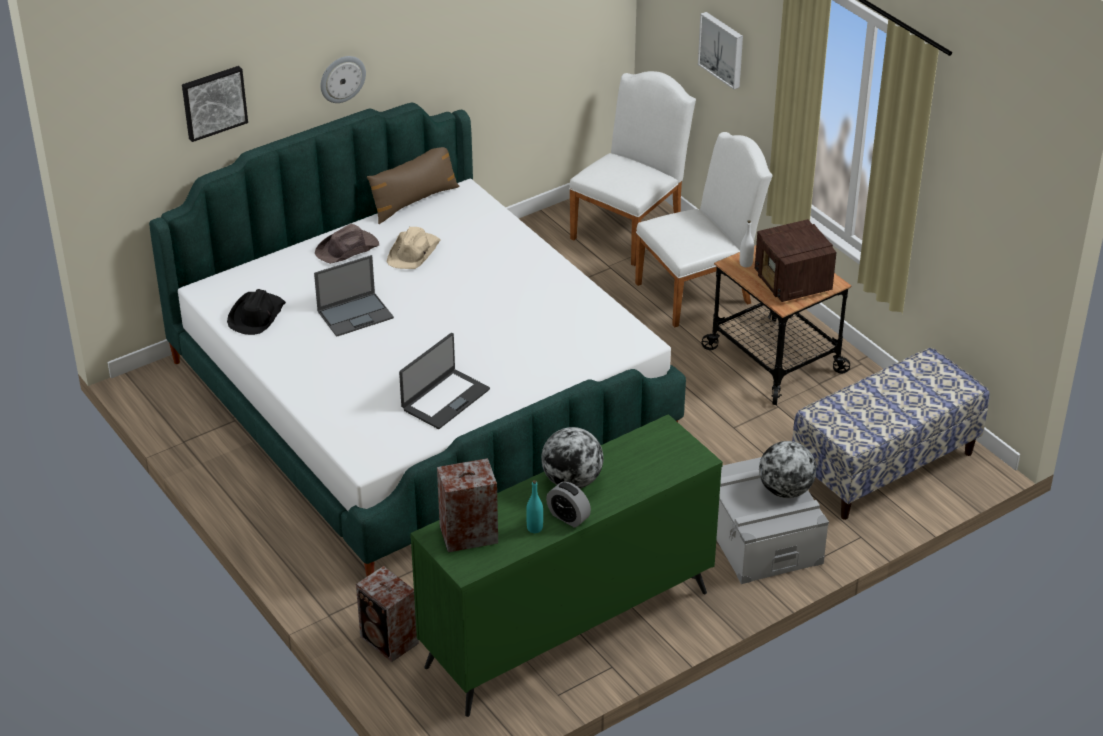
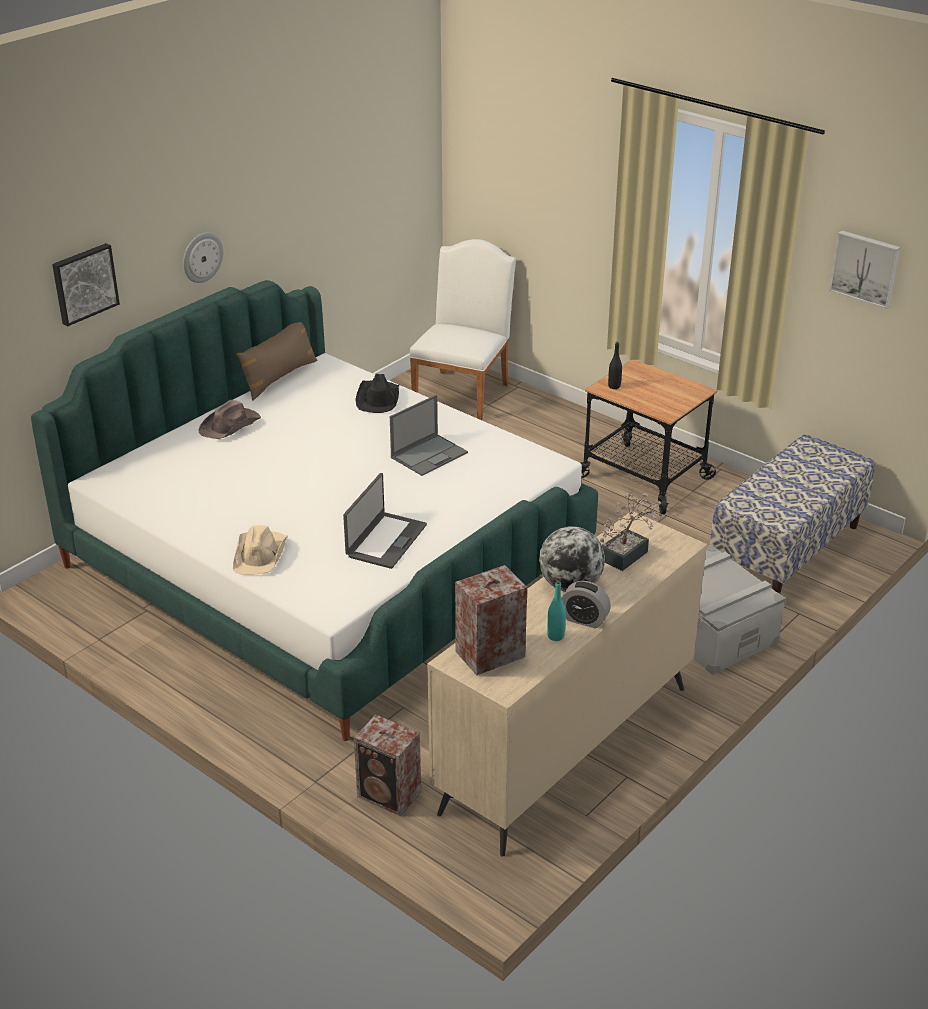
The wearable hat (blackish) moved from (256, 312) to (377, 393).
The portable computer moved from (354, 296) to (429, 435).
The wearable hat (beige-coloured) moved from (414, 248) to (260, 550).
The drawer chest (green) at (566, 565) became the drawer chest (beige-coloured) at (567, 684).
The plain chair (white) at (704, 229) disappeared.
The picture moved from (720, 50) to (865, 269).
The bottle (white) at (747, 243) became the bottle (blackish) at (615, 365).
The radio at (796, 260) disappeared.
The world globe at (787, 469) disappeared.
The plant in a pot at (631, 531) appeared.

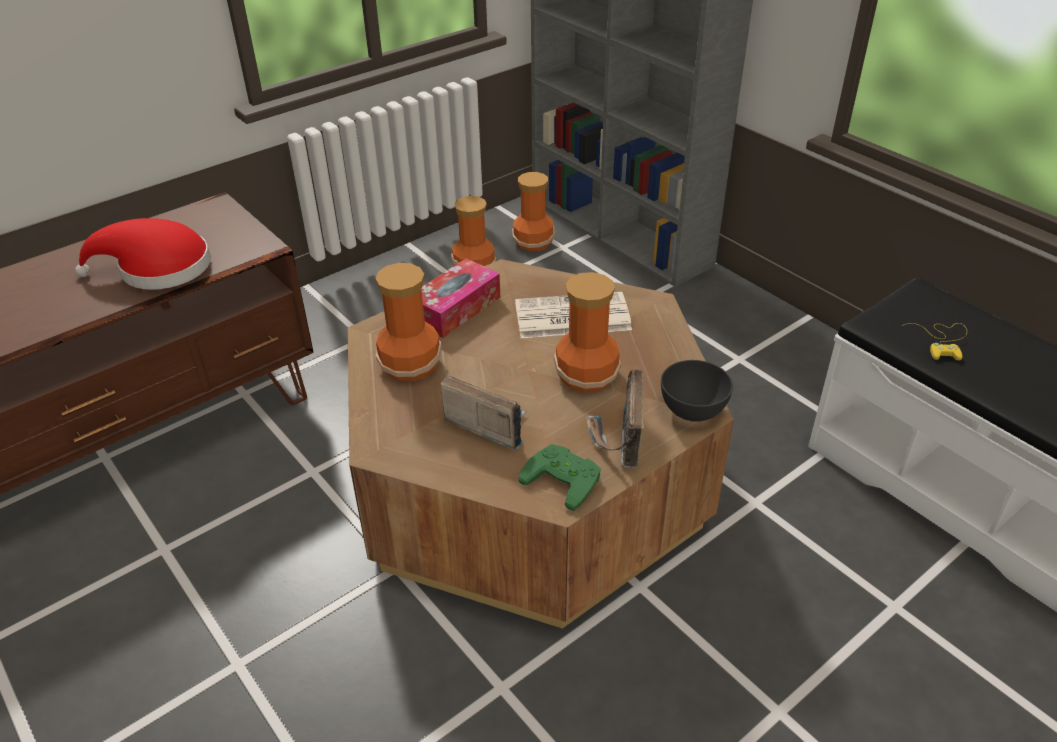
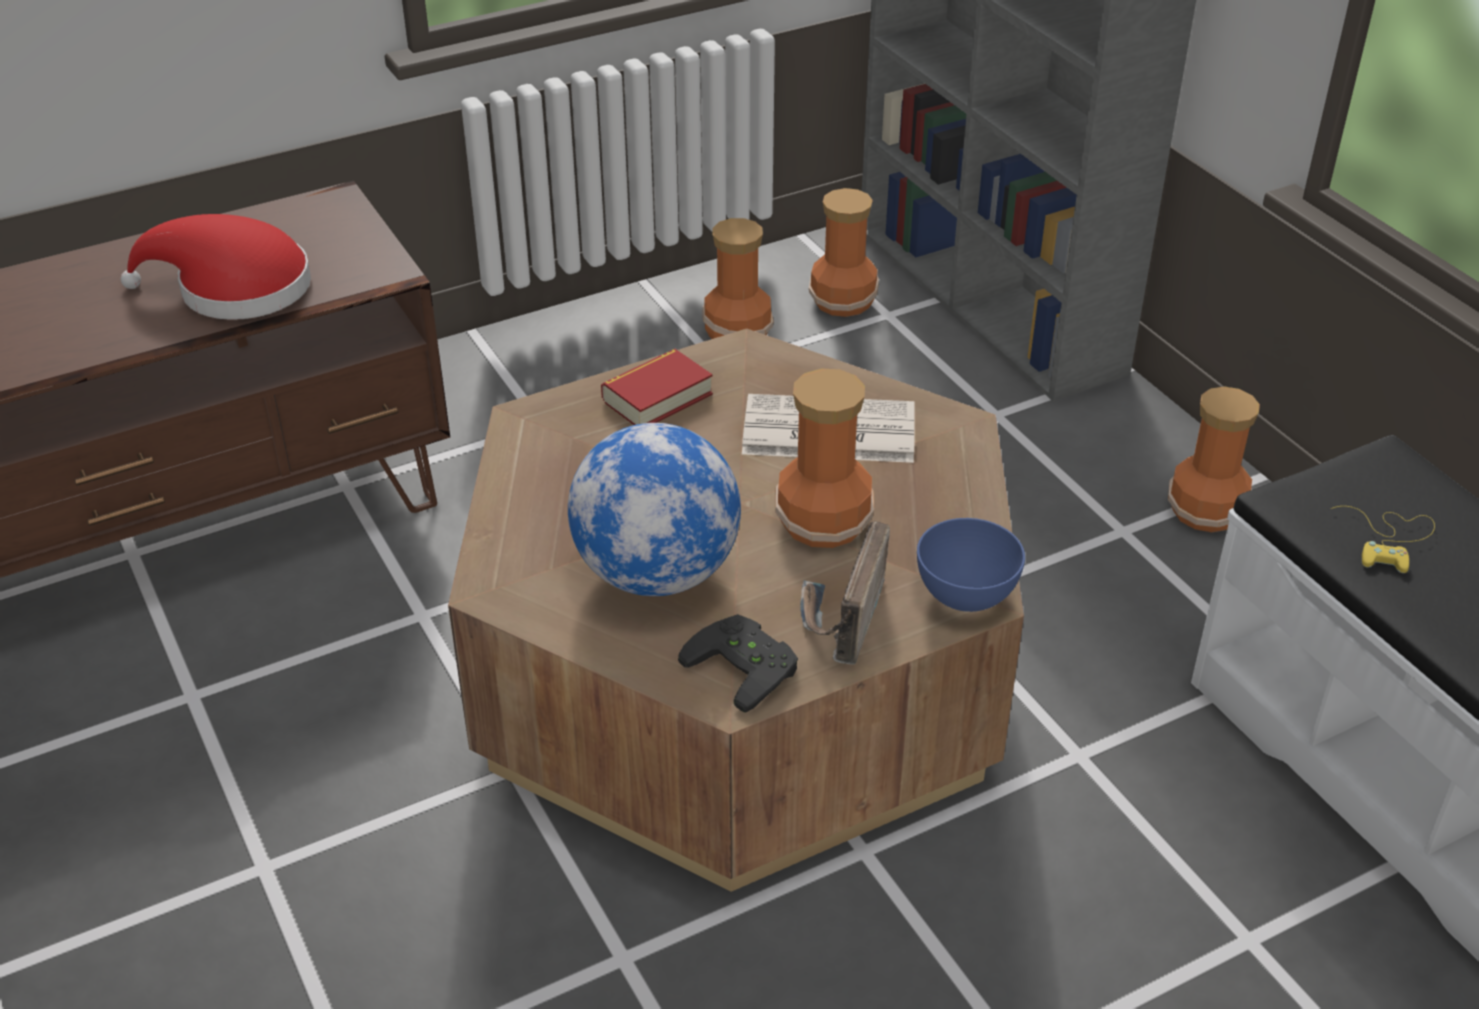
The decorative vase moved from (408, 322) to (1214, 459).
The tissue holder at (460, 298) was replaced by the book at (657, 387).
The radio at (483, 412) was replaced by the world globe at (654, 509).
The gamepad (green) at (559, 477) became the gamepad (blackish) at (738, 663).
The serving bowl (grey) at (697, 391) became the serving bowl (blue) at (971, 565).

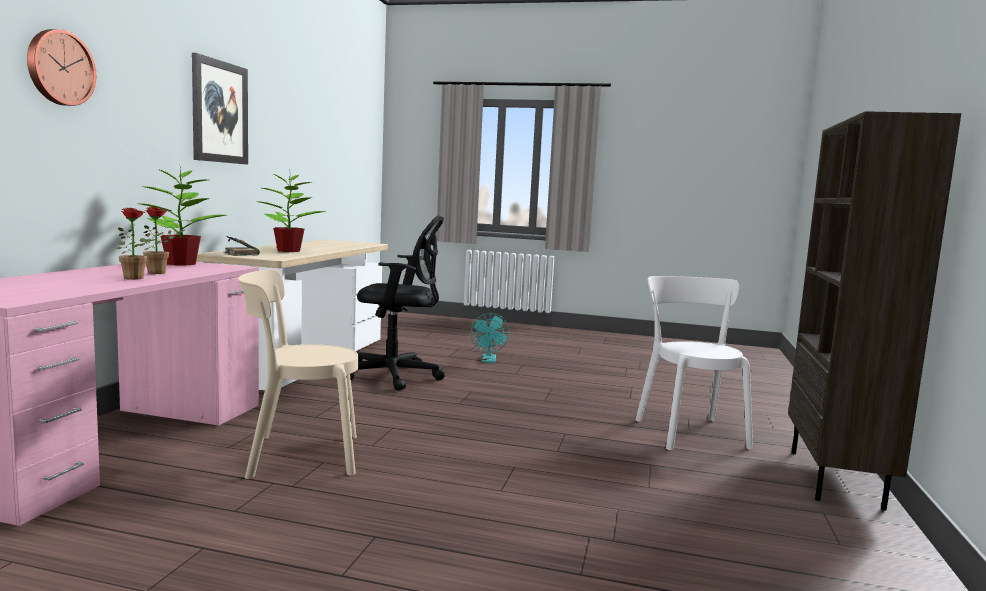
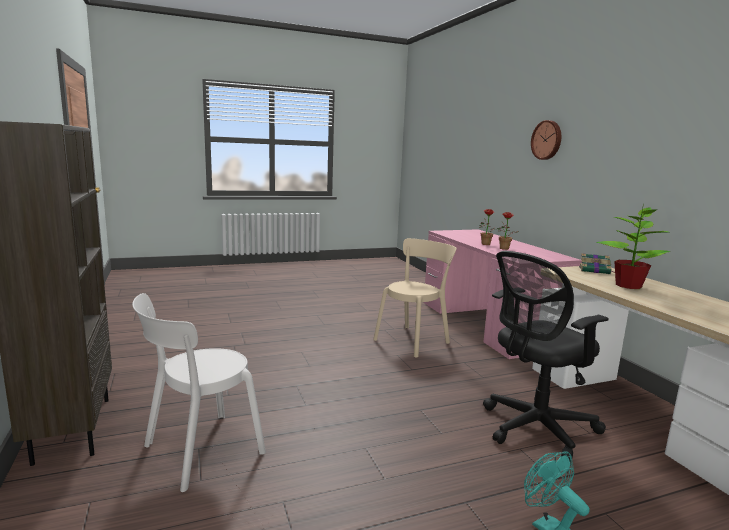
The plant in a pot at (182, 216) disappeared.
The picture at (220, 108) disappeared.
The plain chair (white) at (694, 363) turned 90 degrees clockwise.

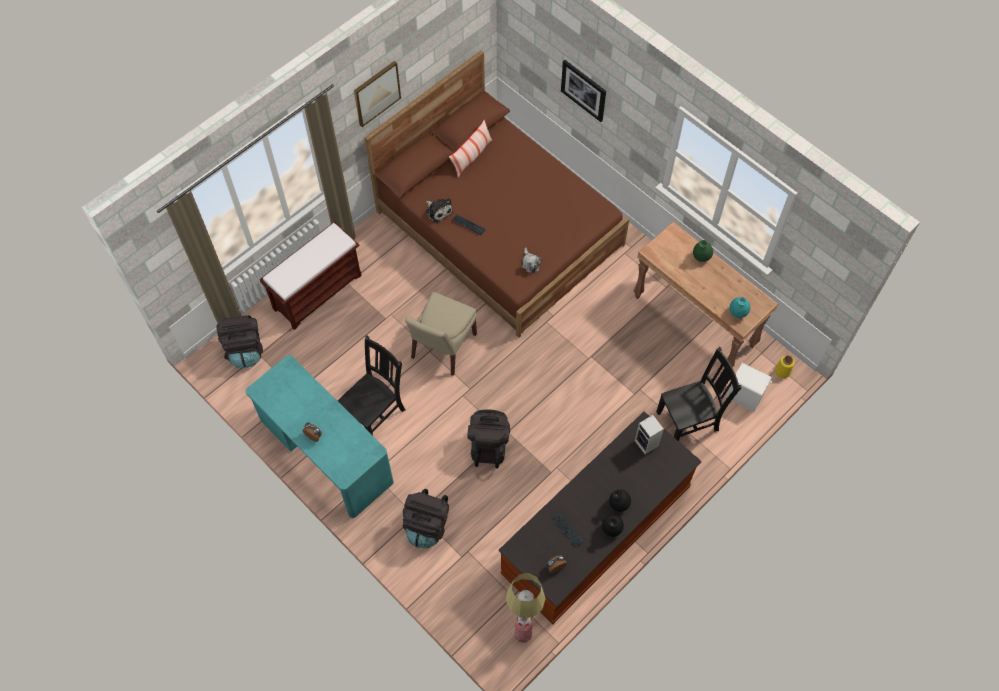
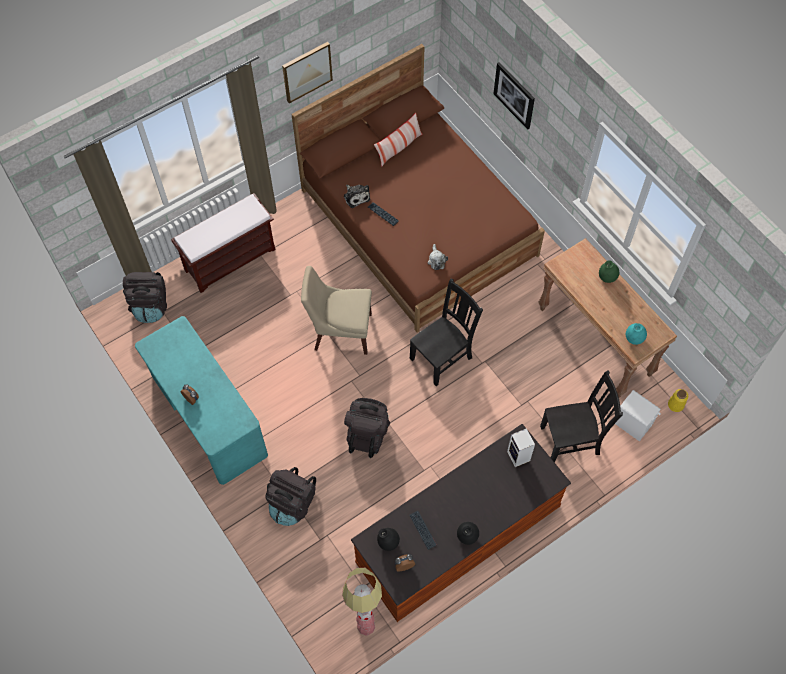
The plain chair (blackish) moved from (372, 385) to (446, 332).
The plain chair (beige-coloured) at (441, 334) turned 60 degrees clockwise.
The decorative vase (blackish) moved from (620, 500) to (388, 539).

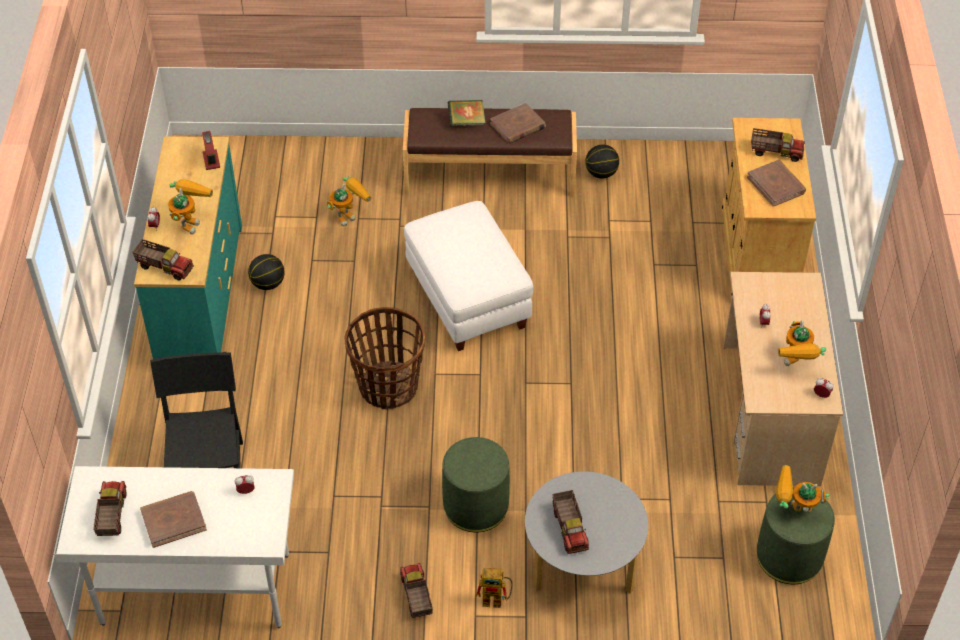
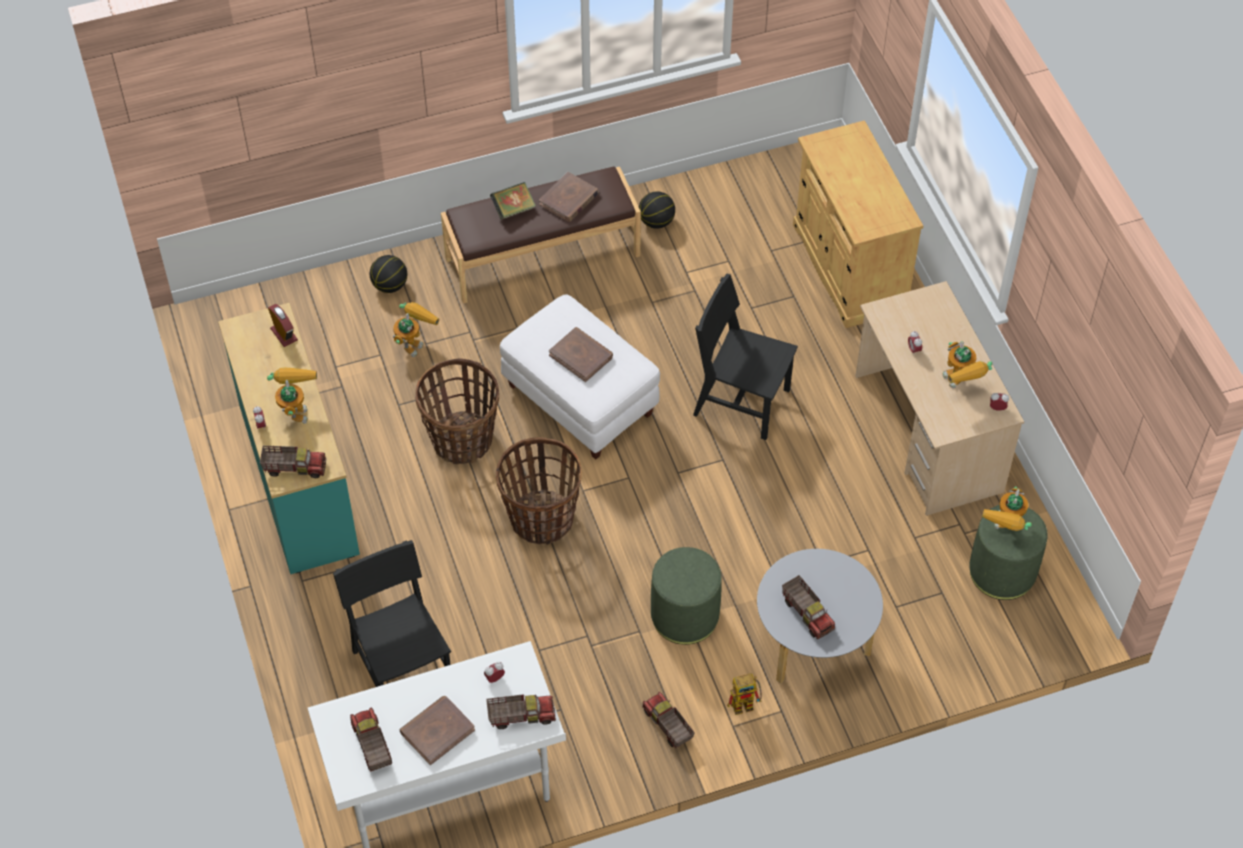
The basketball moved from (266, 272) to (388, 274).
The book (brownish) moved from (776, 183) to (581, 354).
The model truck moved from (778, 145) to (521, 711).
The robot figure at (802, 488) turned 60 degrees counterclockwise.
The household basket at (457, 411) appeared.
The plain chair (blackish) at (745, 357) appeared.

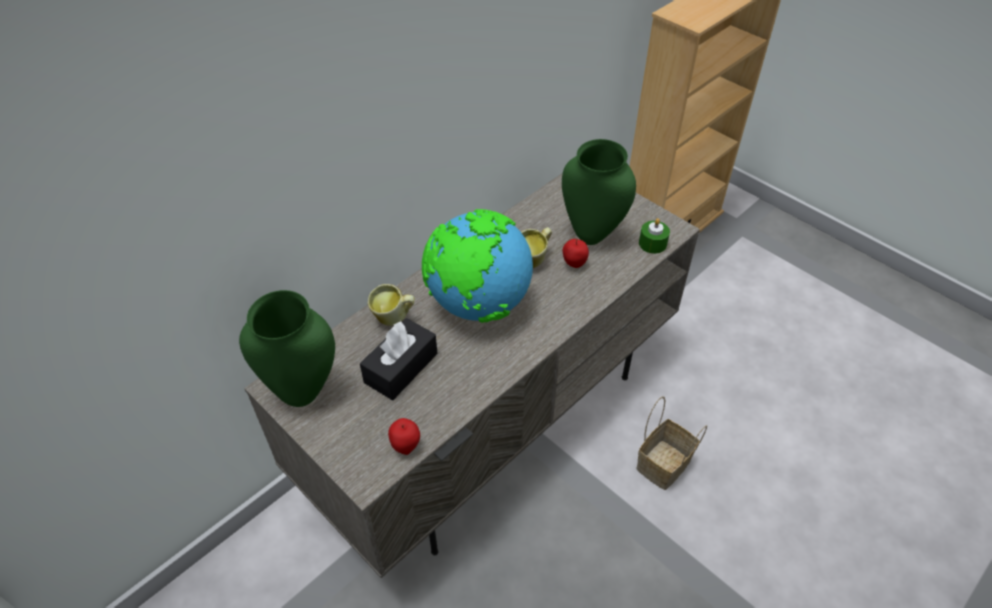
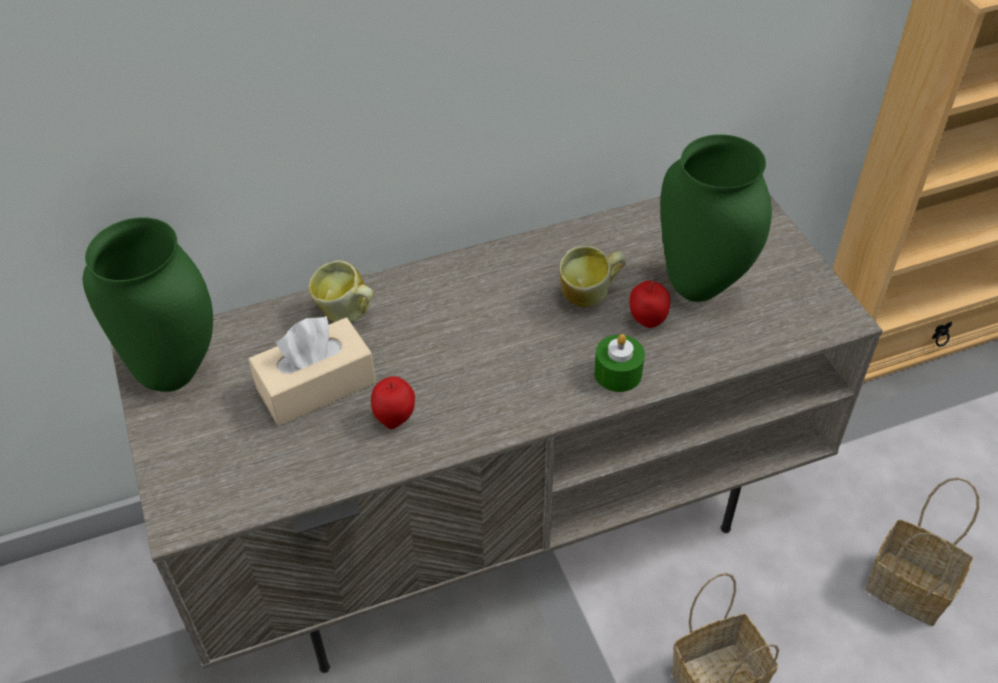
The tissue holder (blackish) at (398, 359) became the tissue holder (beige-coloured) at (312, 370).
The apple moved from (404, 436) to (393, 402).
The world globe at (477, 266) disappeared.
The wax light (green) moved from (654, 236) to (619, 363).
The household basket at (922, 551) appeared.

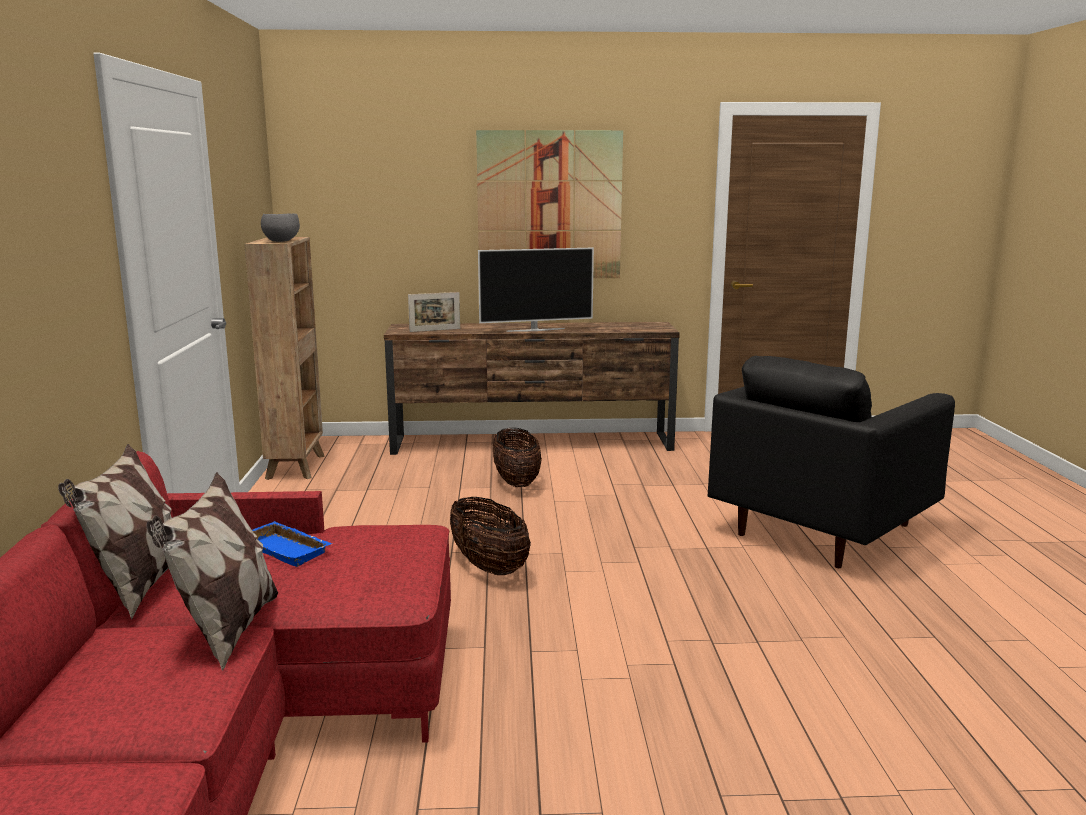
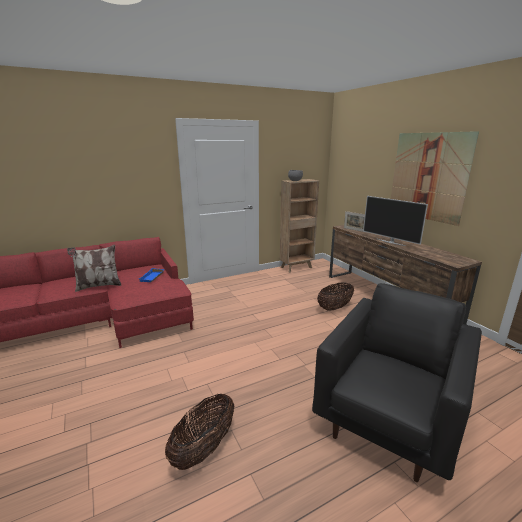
The cushion at (115, 531) disappeared.
The household basket moved from (490, 536) to (199, 432).
The armchair (blackish) at (831, 462) turned 105 degrees clockwise.

